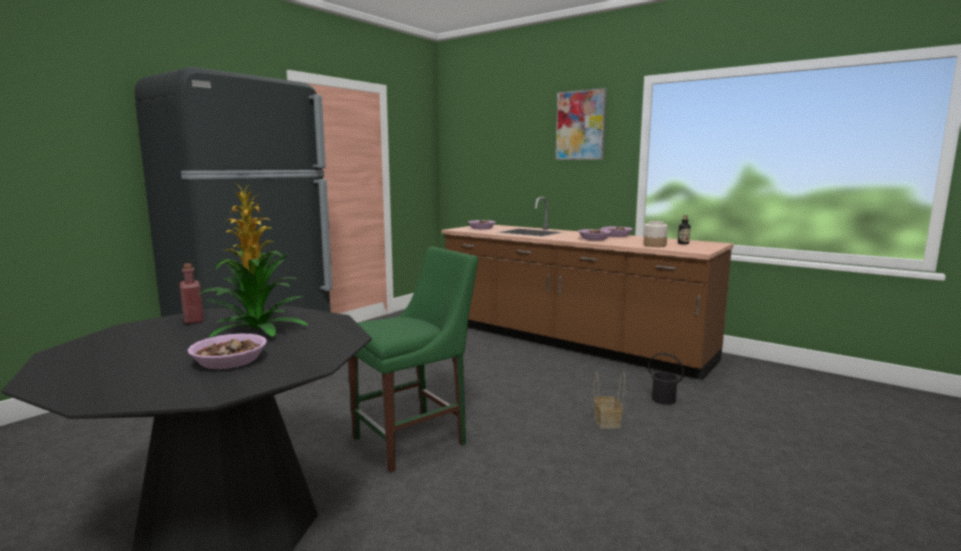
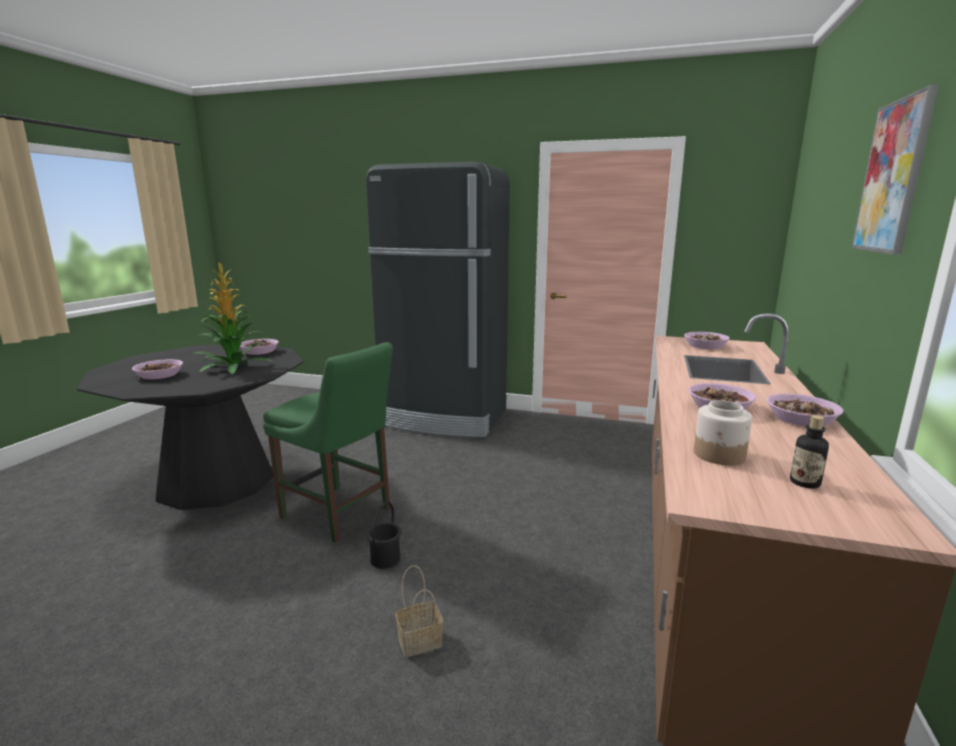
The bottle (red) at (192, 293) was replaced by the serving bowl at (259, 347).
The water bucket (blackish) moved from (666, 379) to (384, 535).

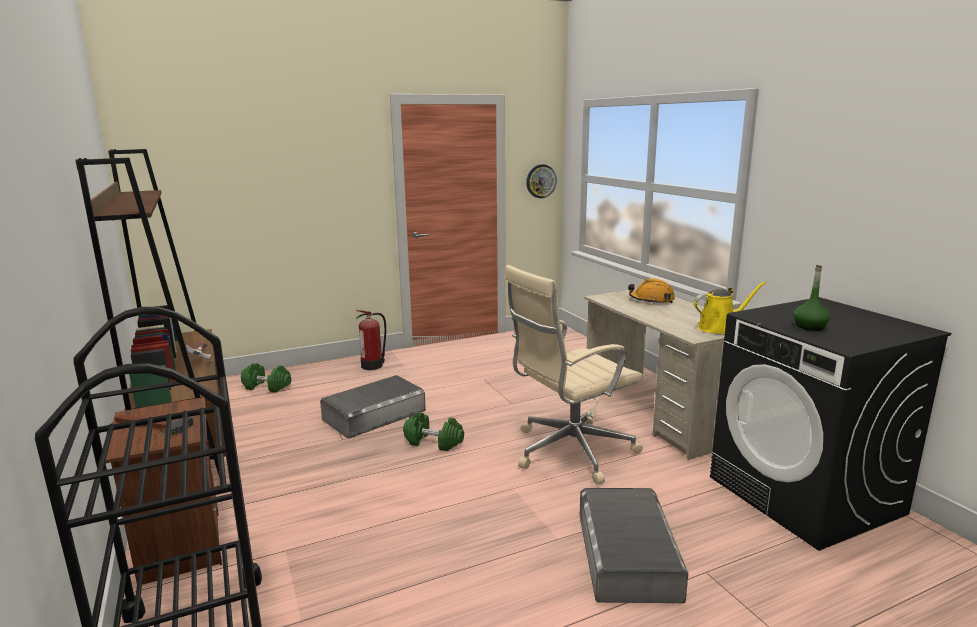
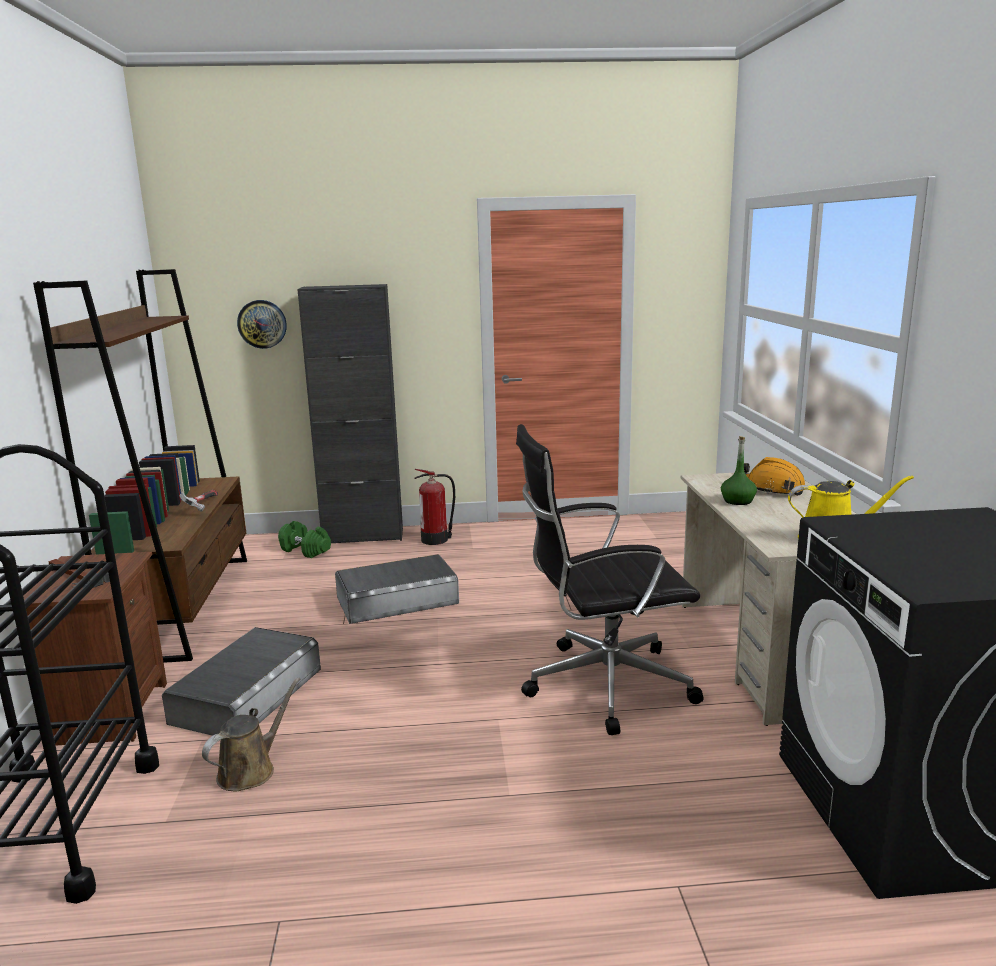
The hand weight (green) at (433, 431) disappeared.
The office chair (beige-coloured) at (573, 375) became the office chair (blackish) at (610, 579).
The wall clock moved from (541, 181) to (262, 324).
The storage bin (grey) moved from (633, 545) to (241, 681).
The bottle (green) moved from (812, 298) to (739, 470).
The watering pot (brownish) at (251, 734) appeared.
The cupboard (blackish) at (350, 413) appeared.

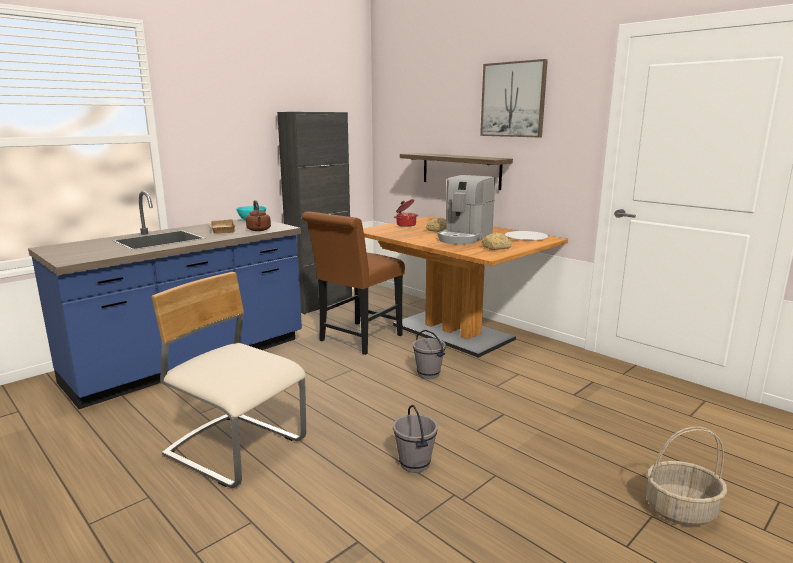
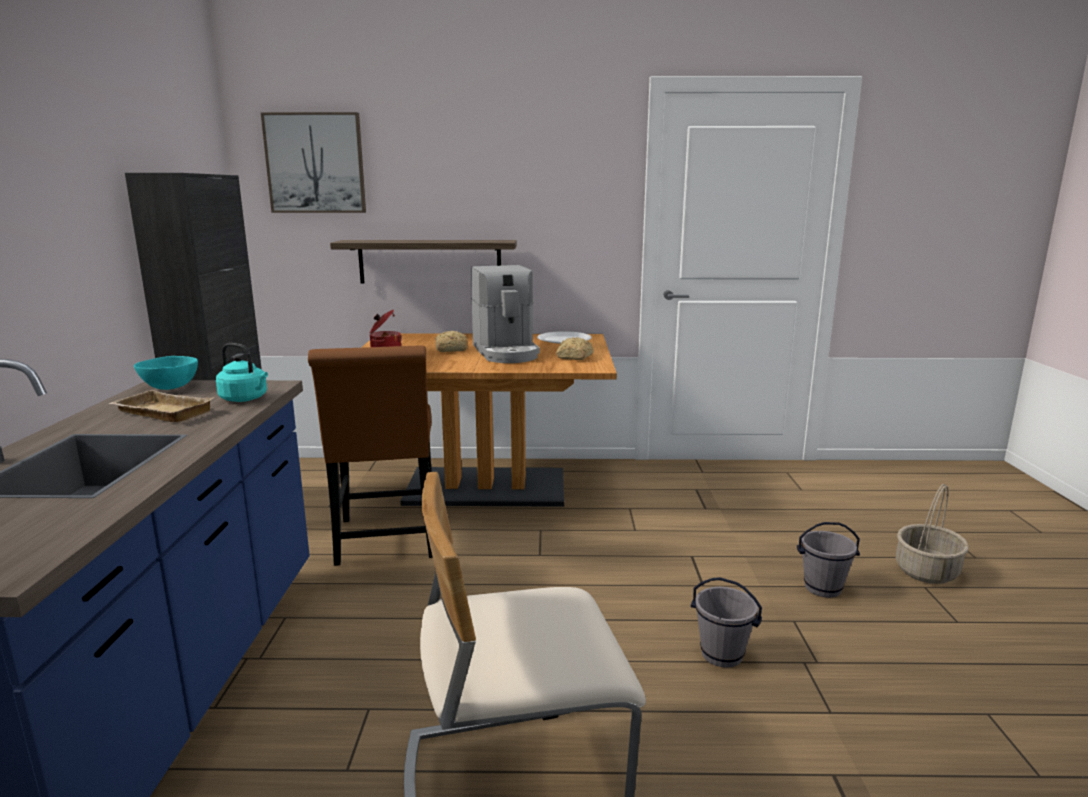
The water kettle (brownish) at (258, 215) became the water kettle (turquoise-coloured) at (242, 372).
The water bucket (grey) moved from (429, 354) to (828, 560).
The picture moved from (514, 98) to (313, 162).

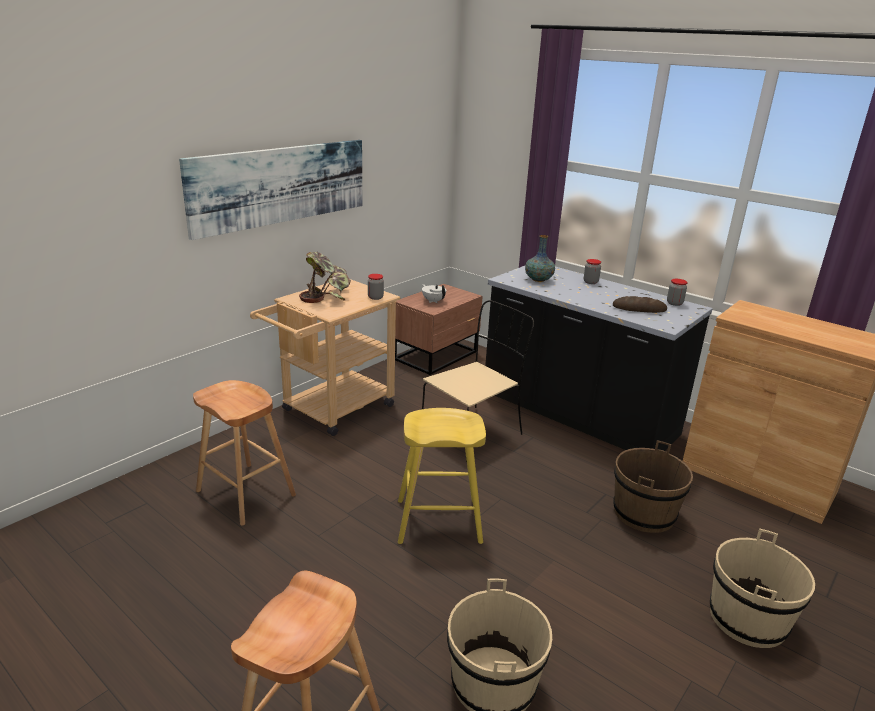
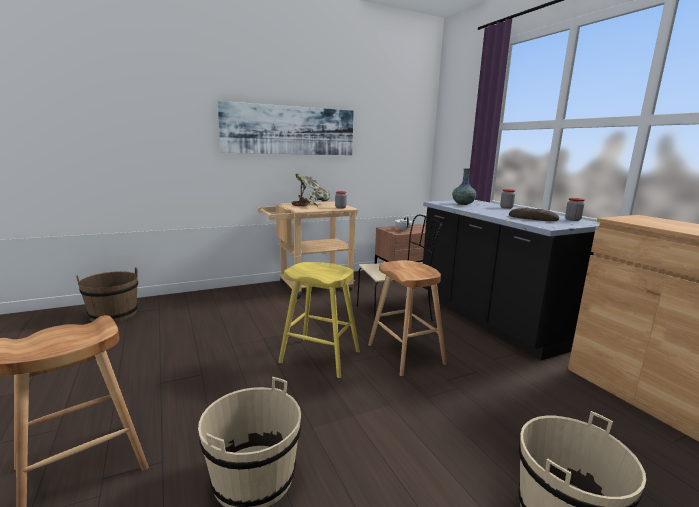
The stool (brownish) moved from (244, 452) to (407, 318).
The water bucket (brownish) moved from (653, 486) to (107, 294).

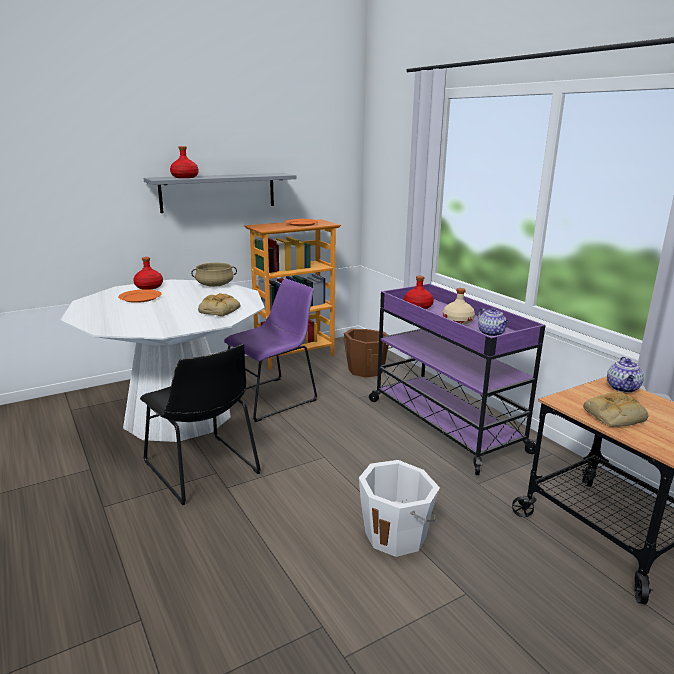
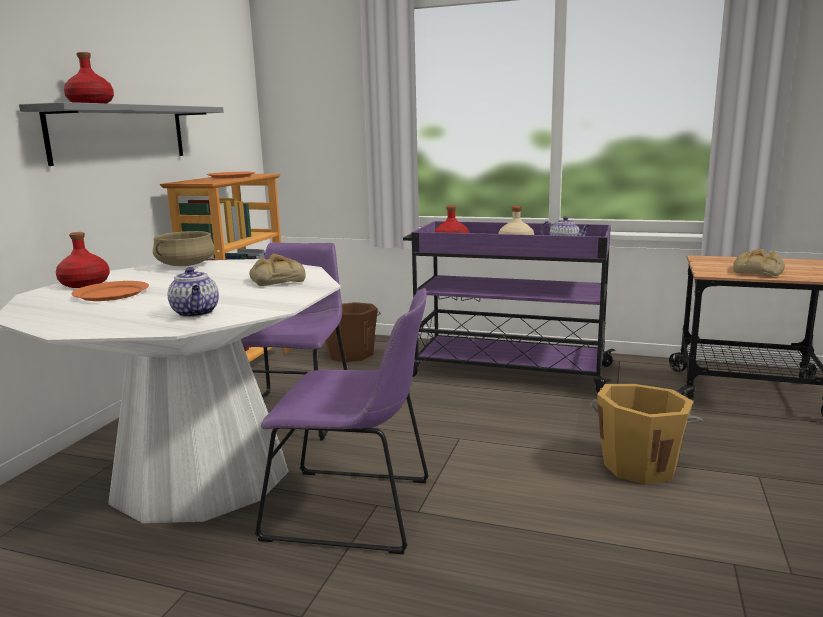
The plain chair (blackish) at (200, 424) became the plain chair (purple) at (342, 421).
The water bucket (white) at (399, 508) became the water bucket (orange-coloured) at (646, 434).
The pot for tea moved from (625, 375) to (193, 292).

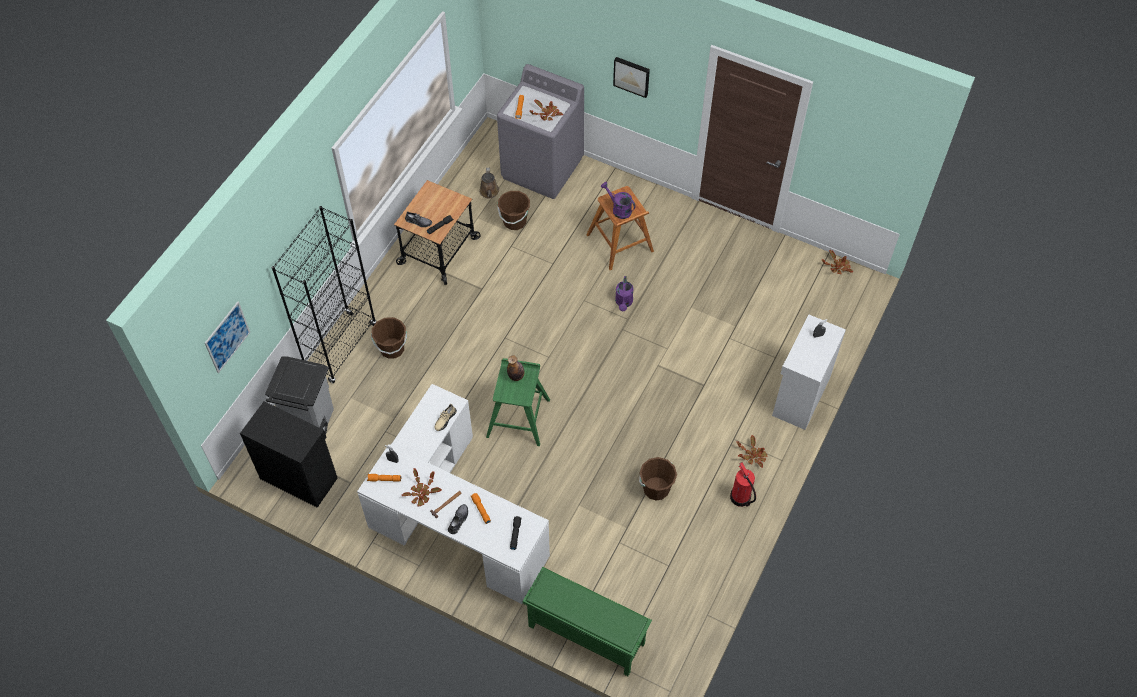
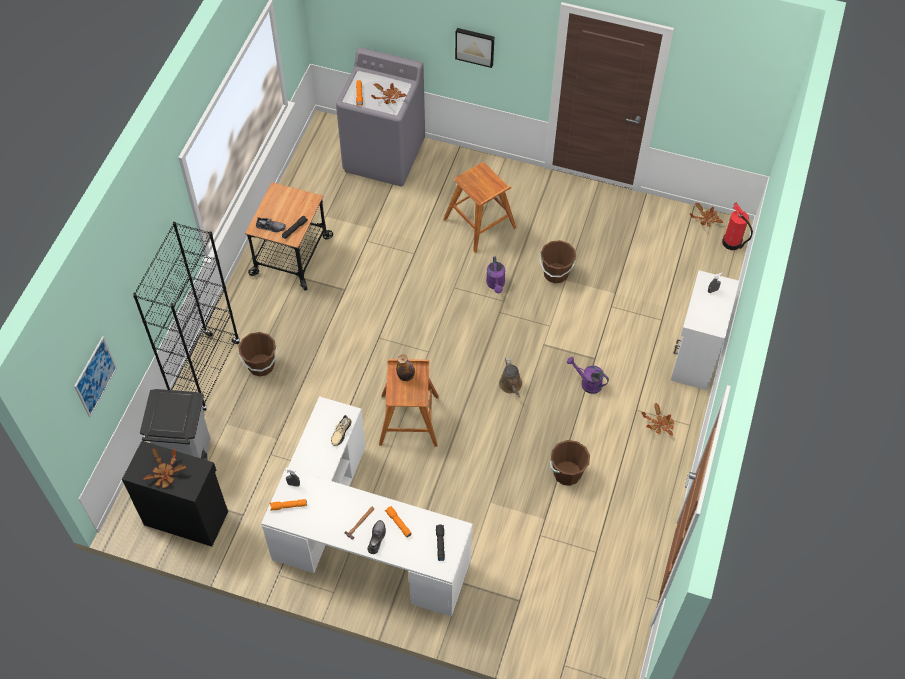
The plant in a pot moved from (422, 487) to (164, 468).
The watering pot (brownish) moved from (489, 182) to (510, 378).
The stool (green) at (518, 402) became the stool (brownish) at (409, 403).
The water bucket (brownish) moved from (514, 210) to (557, 261).
The shoe stand (green) at (587, 621) disappeared.
The watering pot (purple) moved from (618, 200) to (588, 375).
The fire extinguisher moved from (743, 484) to (737, 226).

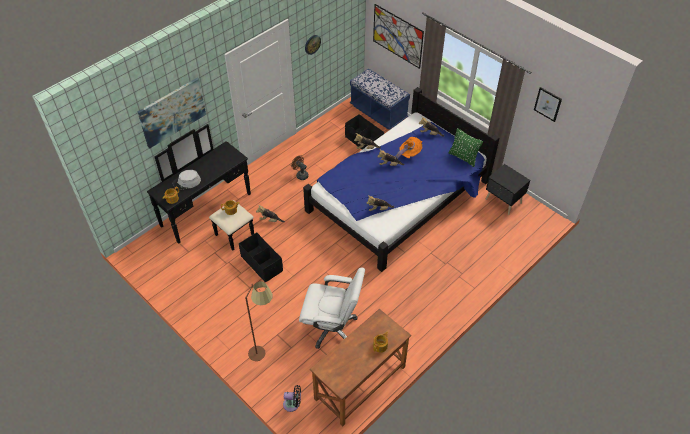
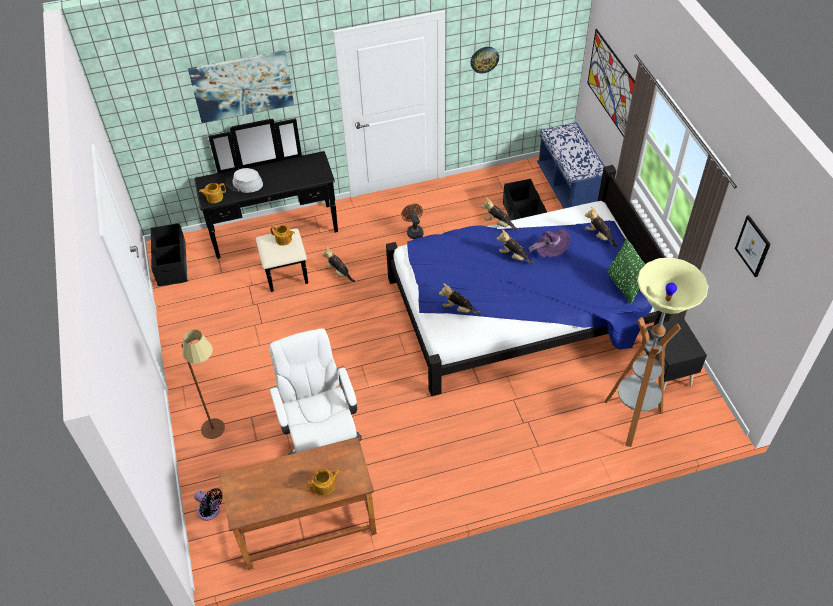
The storage bin (blackish) moved from (261, 257) to (169, 254).
The office chair (white) at (332, 308) turned 150 degrees counterclockwise.
The wearable hat (orange-coloured) at (408, 148) became the wearable hat (purple) at (549, 243).
The standing lamp at (656, 352) appeared.

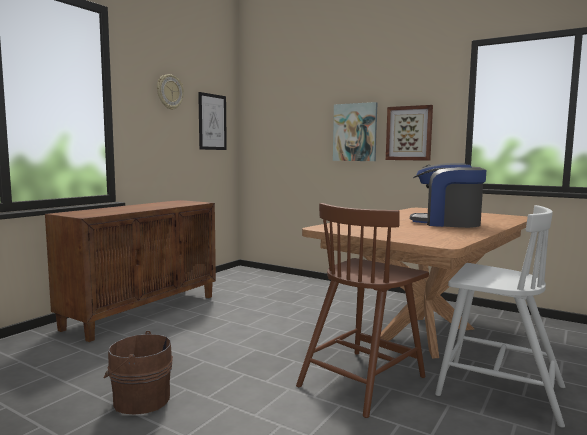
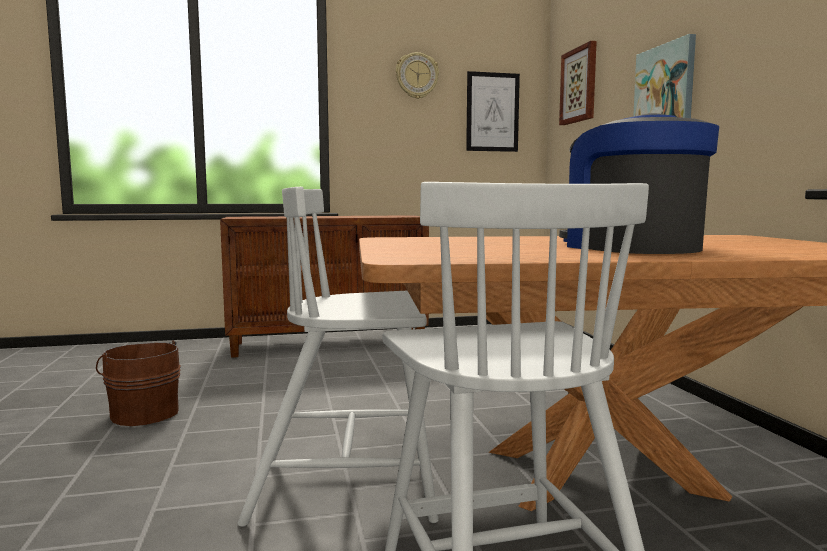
The plain chair (brownish) at (362, 310) became the plain chair (white) at (338, 357).
The picture moved from (409, 133) to (578, 83).

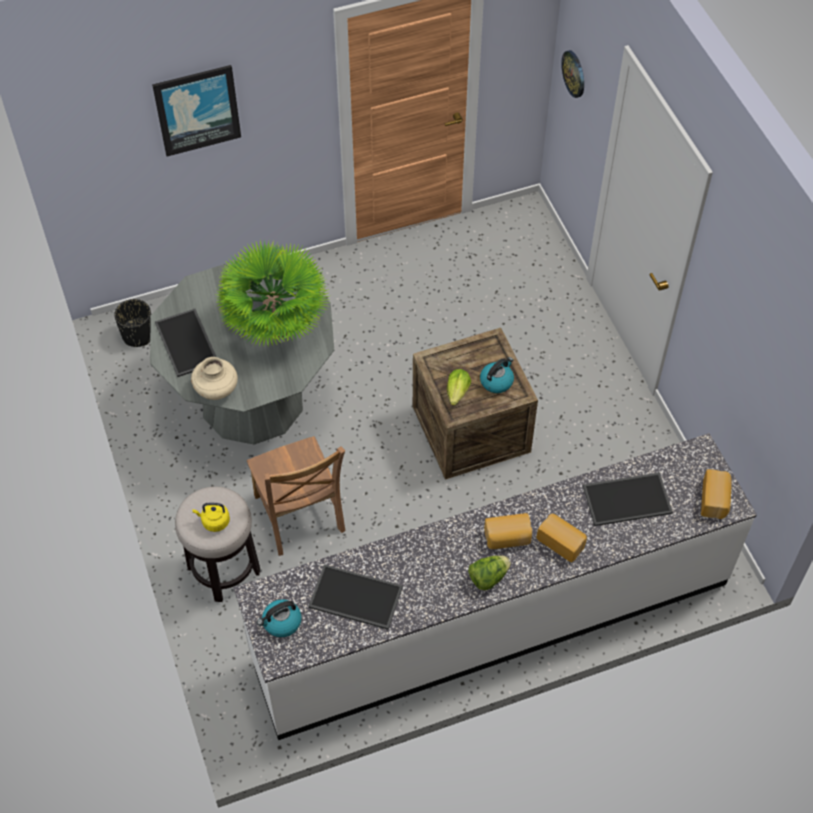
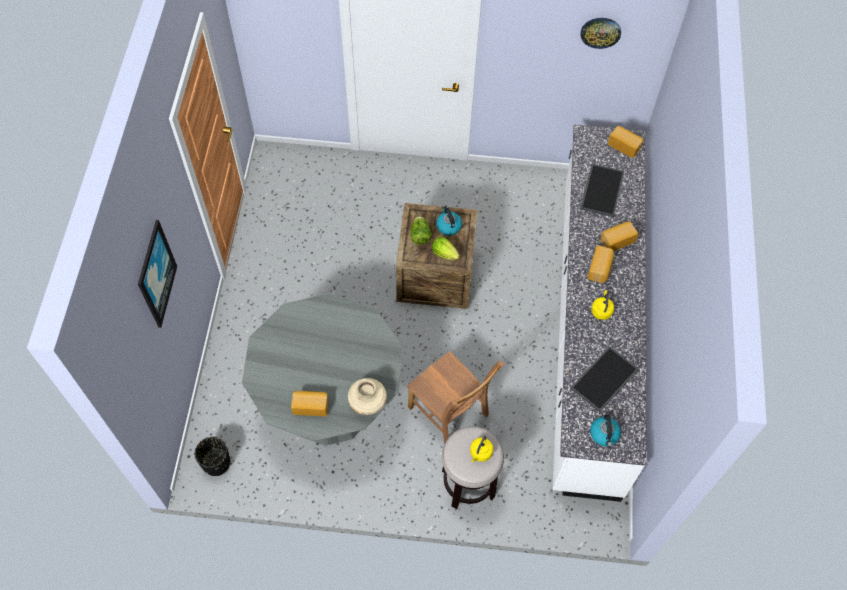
The carrying tray at (185, 343) was replaced by the bakery bread at (309, 403).
The plant in a pot at (273, 293) disappeared.
The plain chair (brownish) at (296, 496) turned 45 degrees clockwise.
The head of lettuce moved from (489, 572) to (421, 230).
The wall clock moved from (572, 74) to (601, 33).
The water kettle (yellow-coloured) at (602, 305) appeared.

